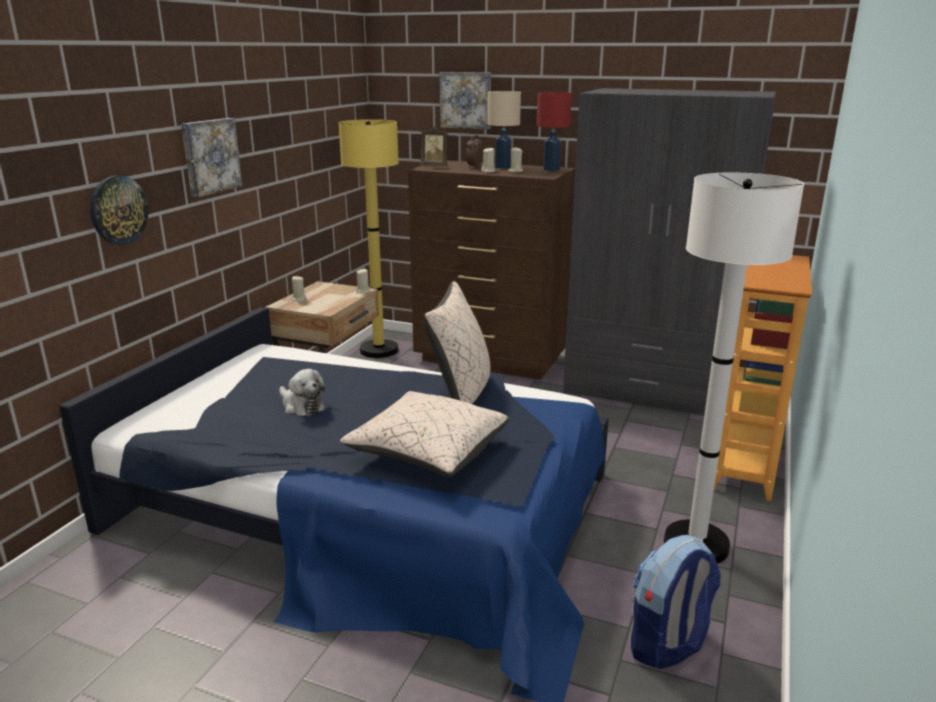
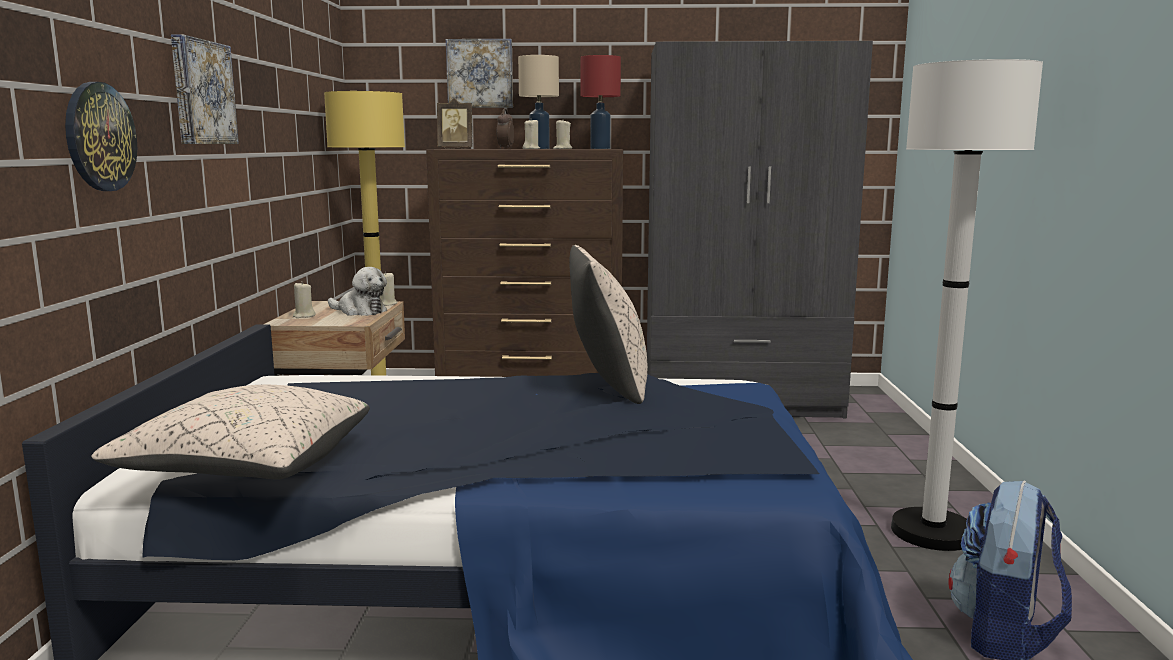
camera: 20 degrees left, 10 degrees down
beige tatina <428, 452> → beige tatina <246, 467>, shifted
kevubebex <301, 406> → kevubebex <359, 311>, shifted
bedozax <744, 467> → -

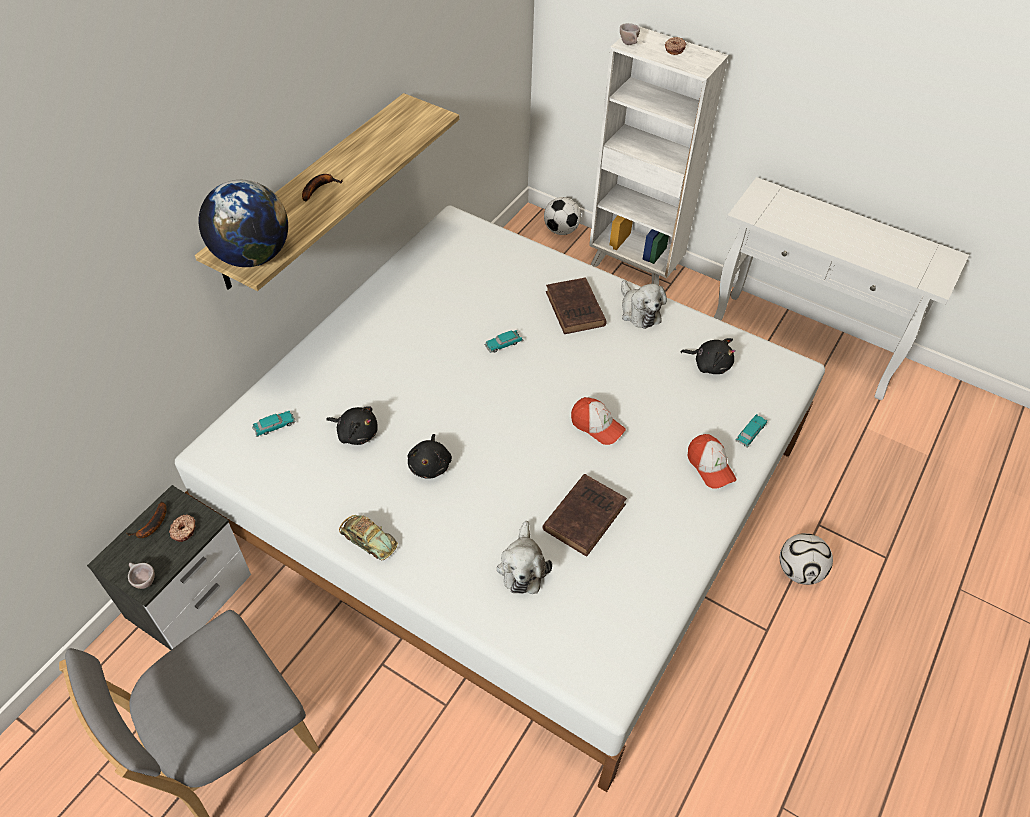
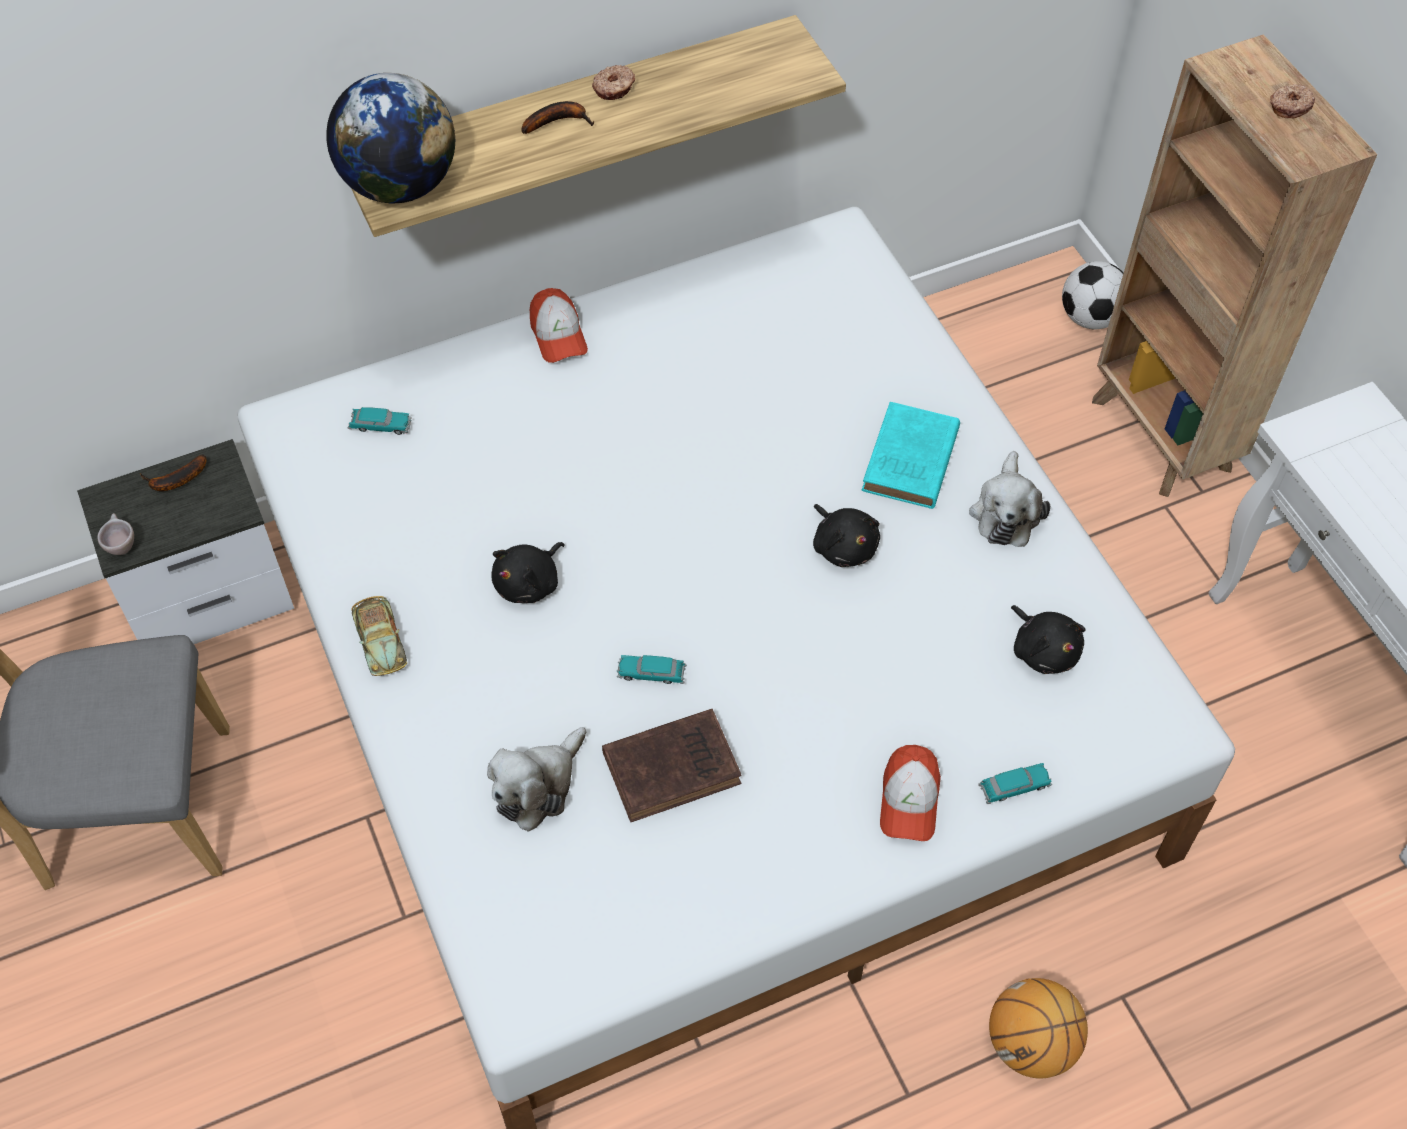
camera: 35 degrees right, 5 degrees up
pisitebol <597, 426> → pisitebol <558, 335>, shifted
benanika <184, 530> → benanika <614, 88>, shifted
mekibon <503, 344> → mekibon <651, 673>, shifted
black kevubebex <356, 433> → black kevubebex <843, 546>, shifted
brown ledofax <575, 310> → turquoise ledofax <909, 462>
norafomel <799, 571> → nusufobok <1031, 1044>
white bedozax <634, 268> → brown bedozax <1162, 437>
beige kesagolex <629, 44> → -

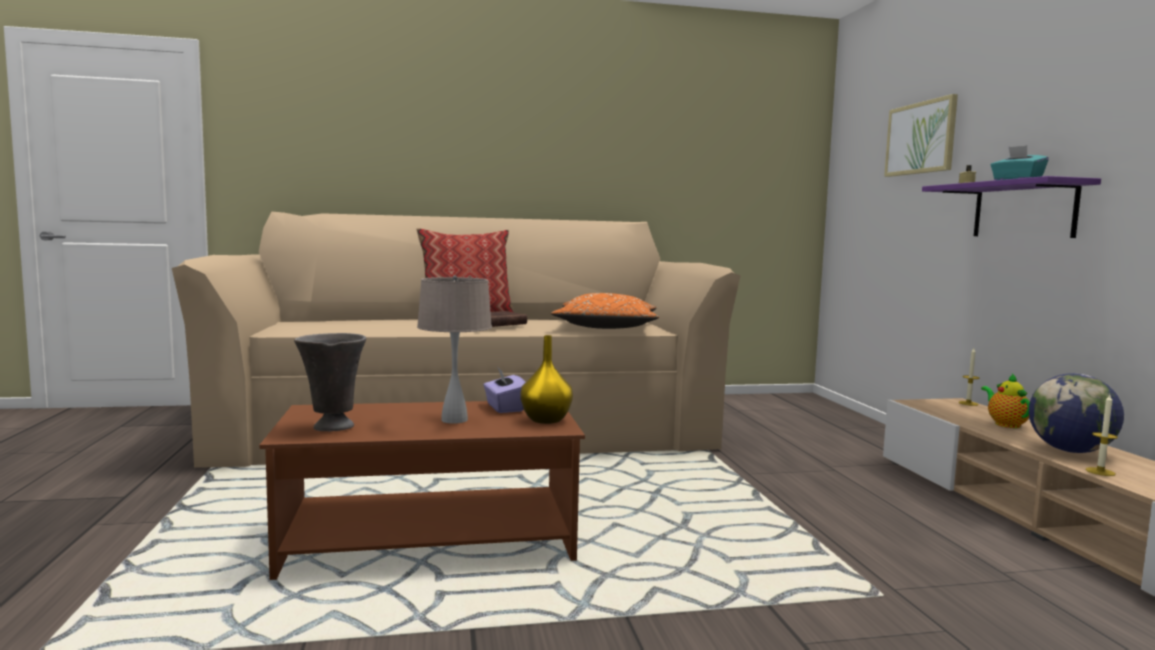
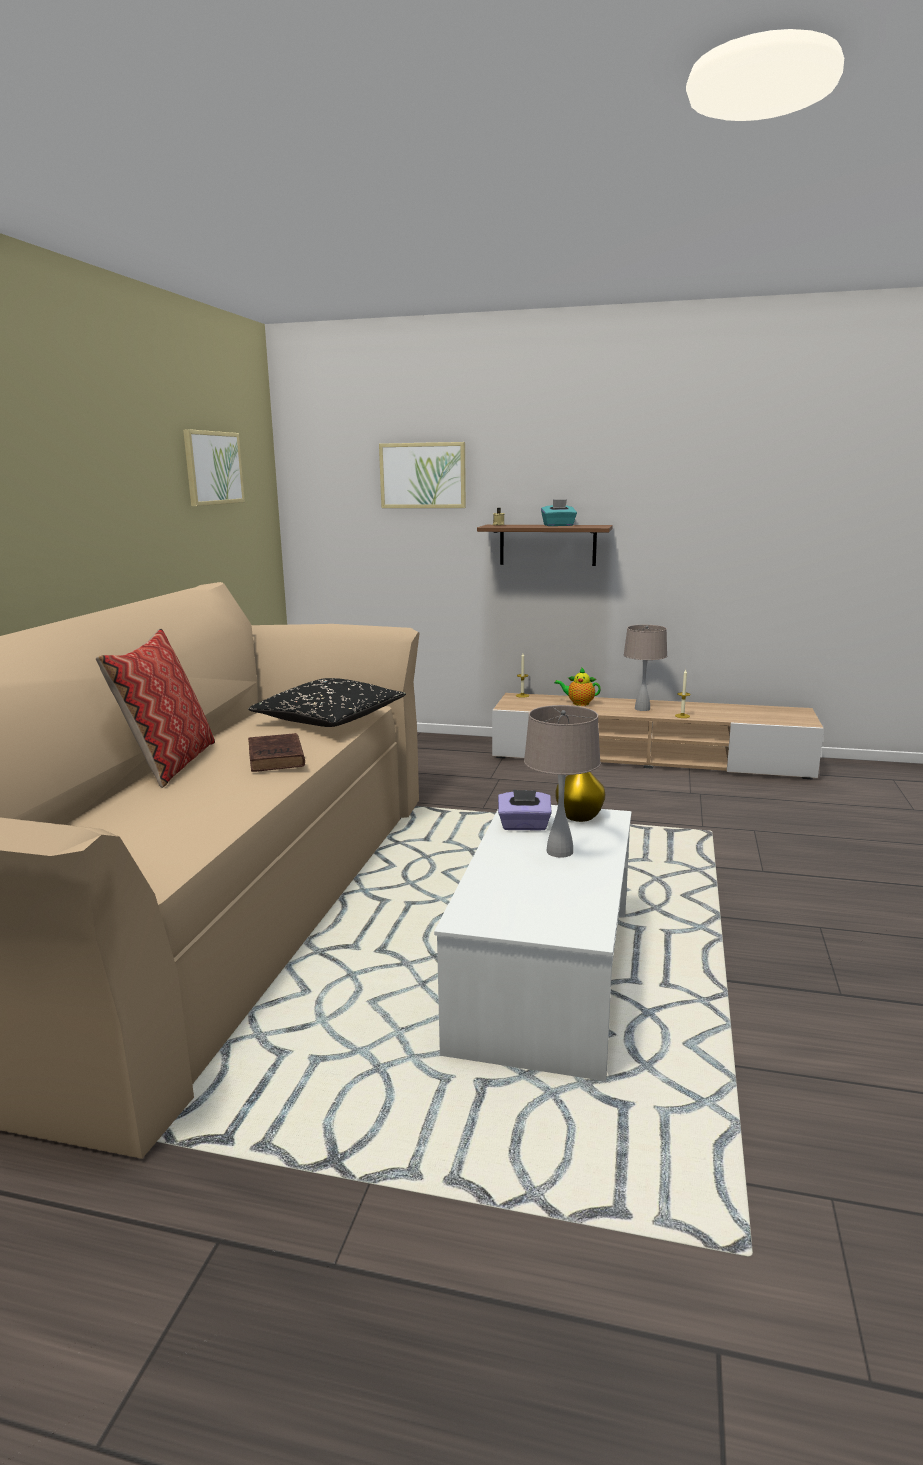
camera: 65 degrees left, 10 degrees up
- → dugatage <213, 468>
orange tatina <606, 327> → black tatina <329, 720>
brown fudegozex <431, 539> → white fudegozex <545, 976>
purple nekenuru <1023, 210> → brown nekenuru <547, 545>
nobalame <1070, 451> → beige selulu <642, 709>
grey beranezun <332, 427> → -

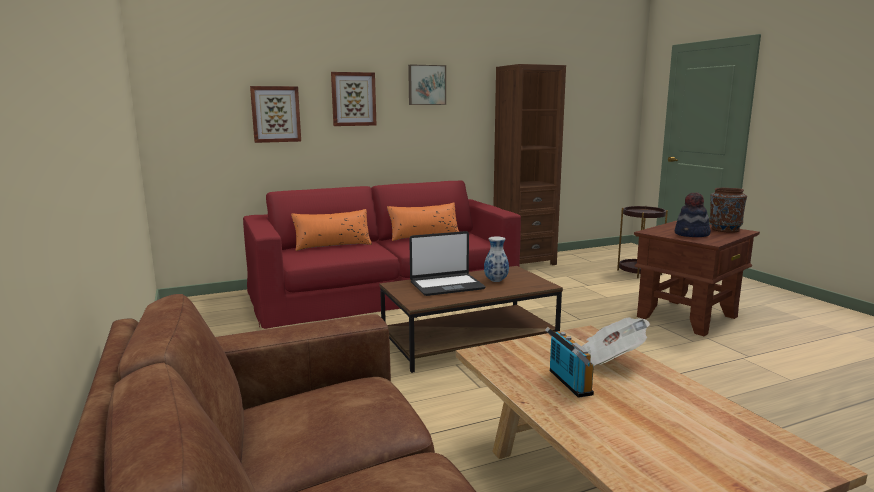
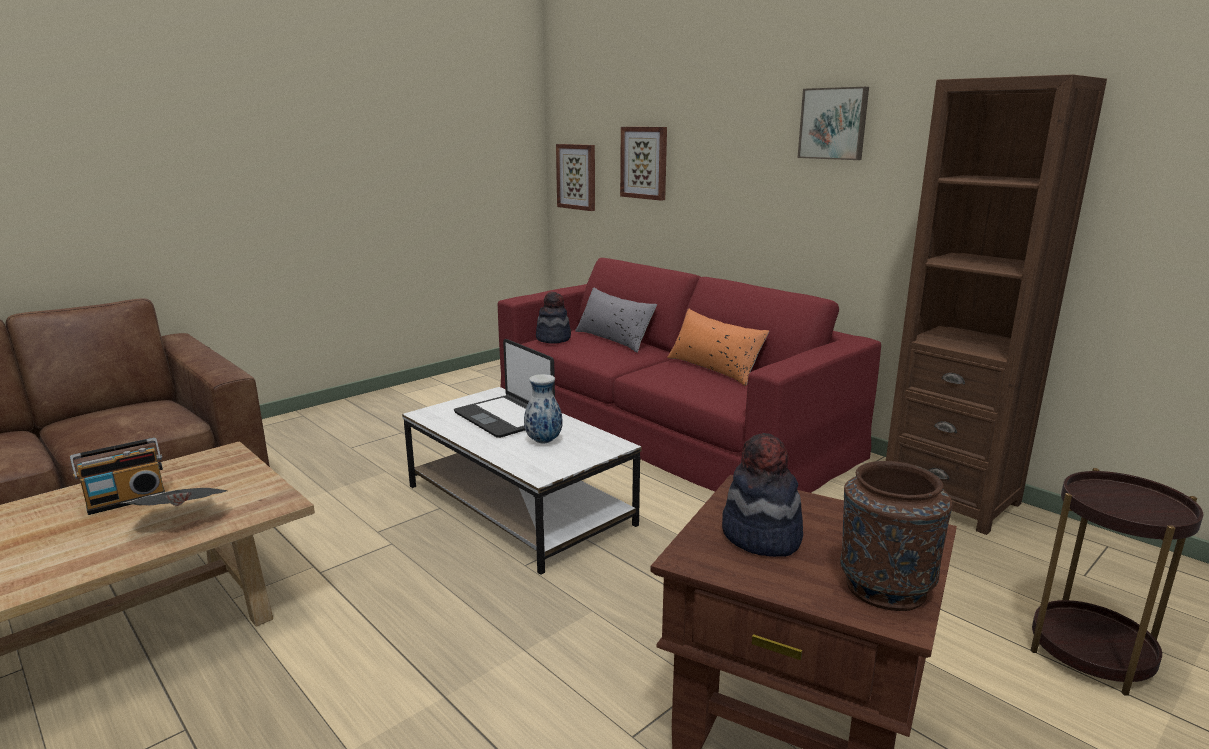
camera: 70 degrees right, 5 degrees up
brown fudegozex <470, 340> → white fudegozex <520, 505>
- → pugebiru <553, 338>
dugatage <353, 99> → dugatage <577, 176>, shifted
orange tatina <332, 245> → grey tatina <614, 339>

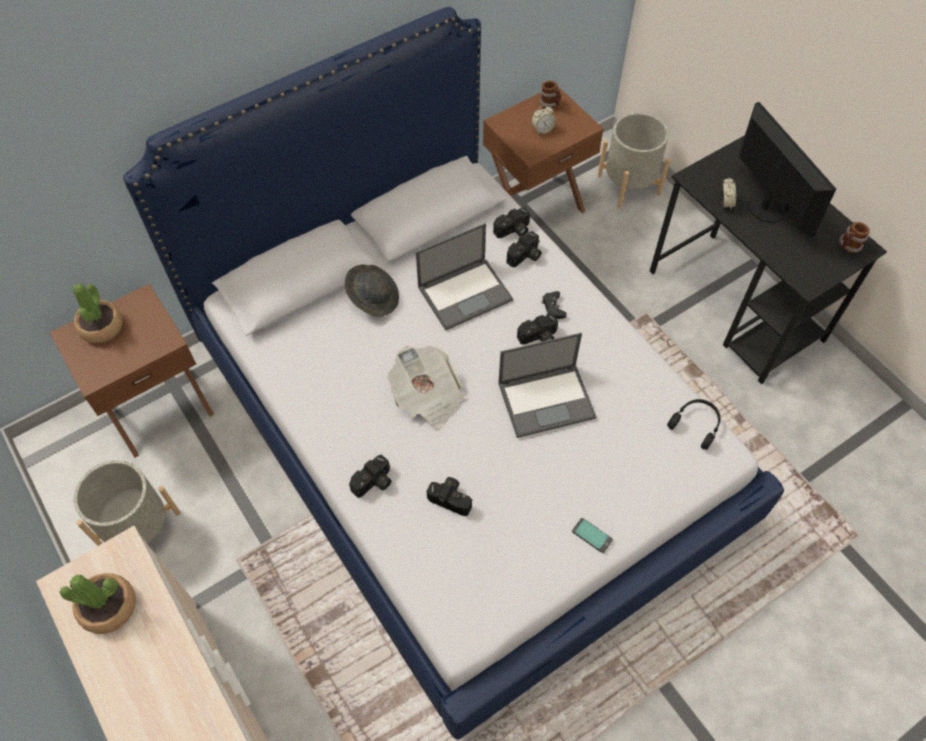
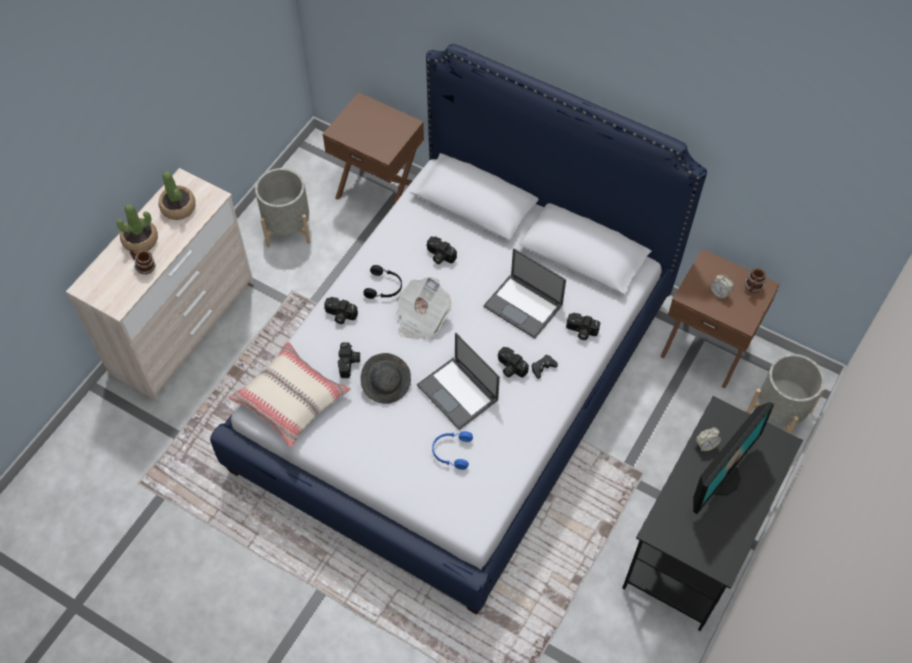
camera: 65 degrees right, 0 degrees up
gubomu <102, 327> → gubomu <140, 240>, shifted
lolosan <848, 247> → lolosan <144, 267>, shifted
- → beige tatina <291, 399>
grey pugebiru <373, 298> → grey pugebiru <386, 384>, shifted
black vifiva <696, 424> → black vifiva <384, 287>, shifted
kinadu <513, 231> → kinadu <439, 256>, shifted
- → blue vifiva <451, 451>
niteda <592, 535> → -

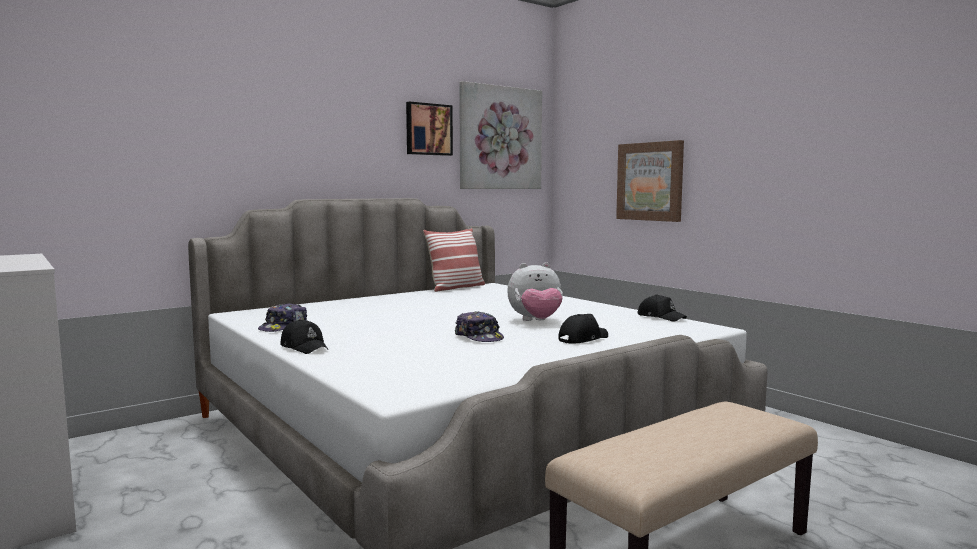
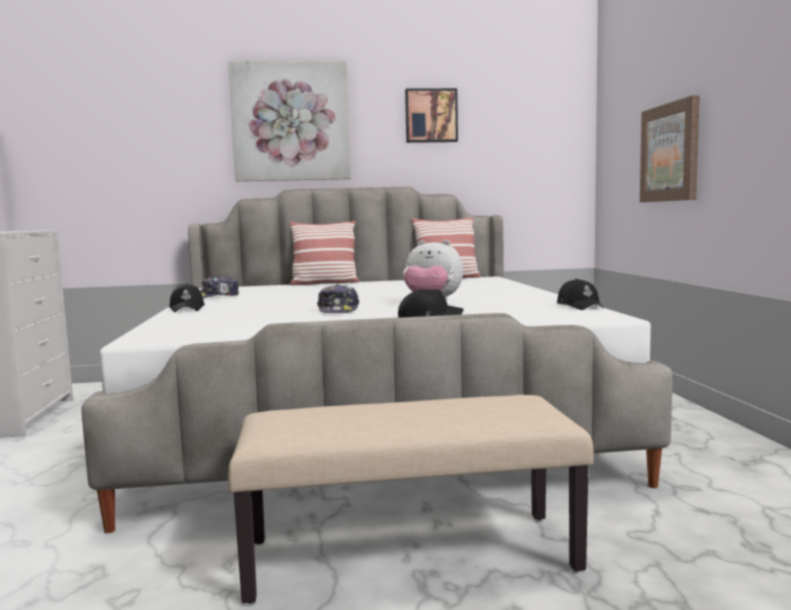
camera: 30 degrees right, 0 degrees up
dugatage <500, 138> → dugatage <291, 122>, shifted
- → tatina <324, 283>

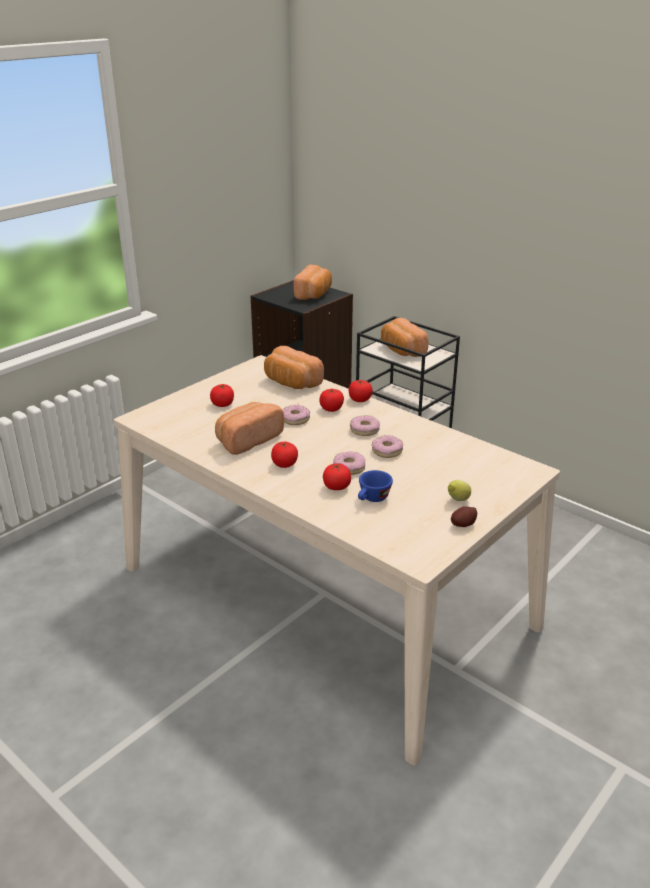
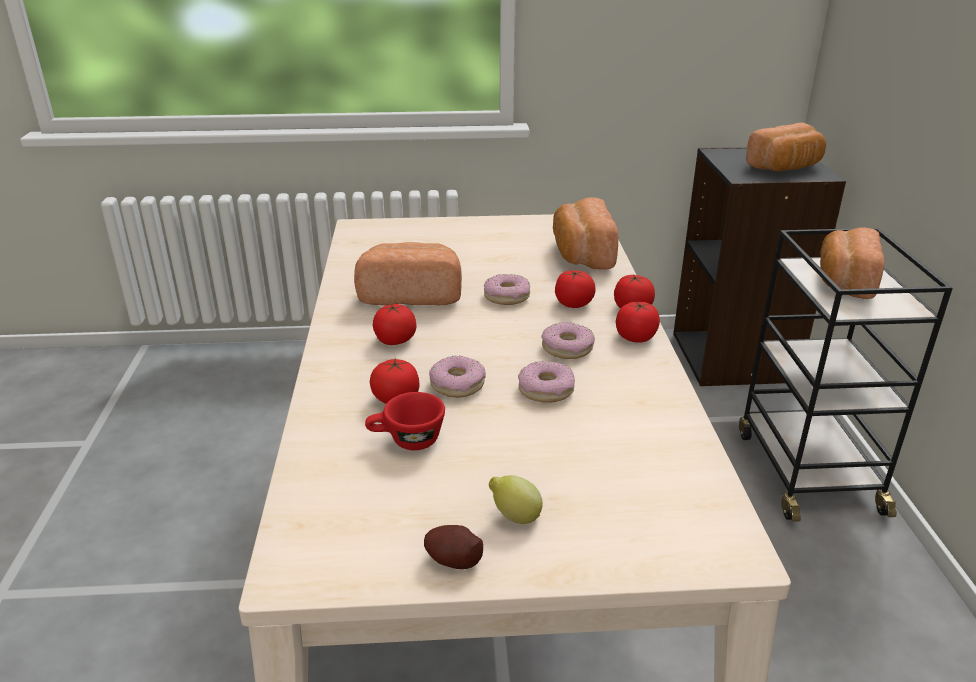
camera: 45 degrees right, 0 degrees up
blue kesagolex <372, 499> → red kesagolex <406, 441>
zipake <222, 404> → zipake <636, 337>, shifted

